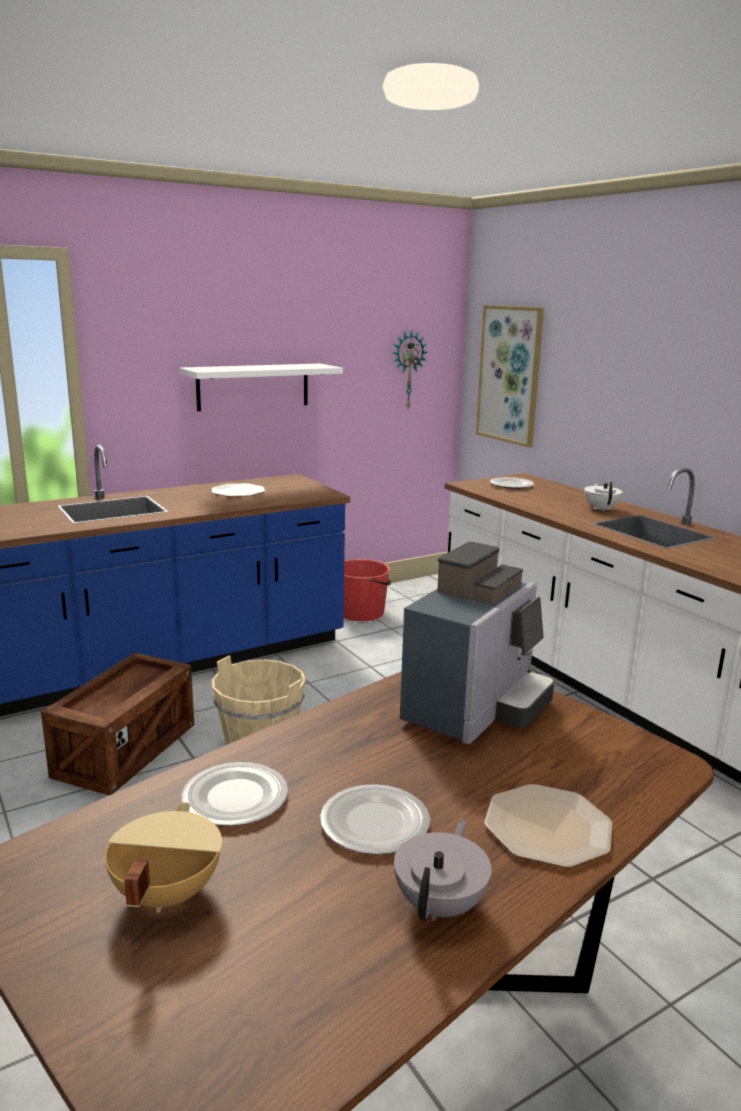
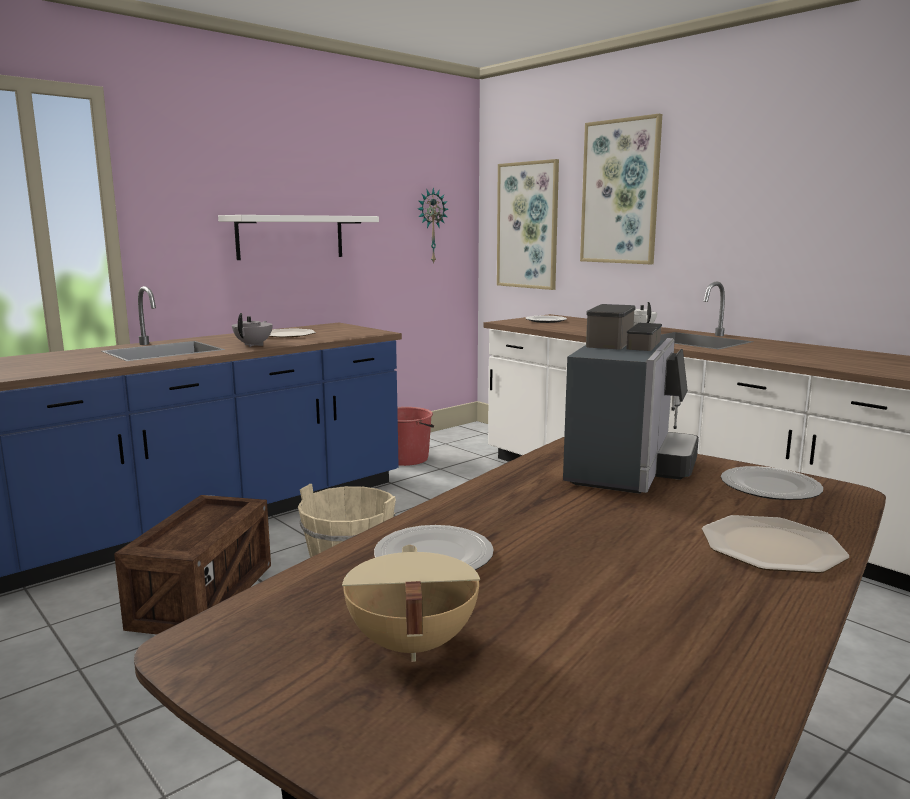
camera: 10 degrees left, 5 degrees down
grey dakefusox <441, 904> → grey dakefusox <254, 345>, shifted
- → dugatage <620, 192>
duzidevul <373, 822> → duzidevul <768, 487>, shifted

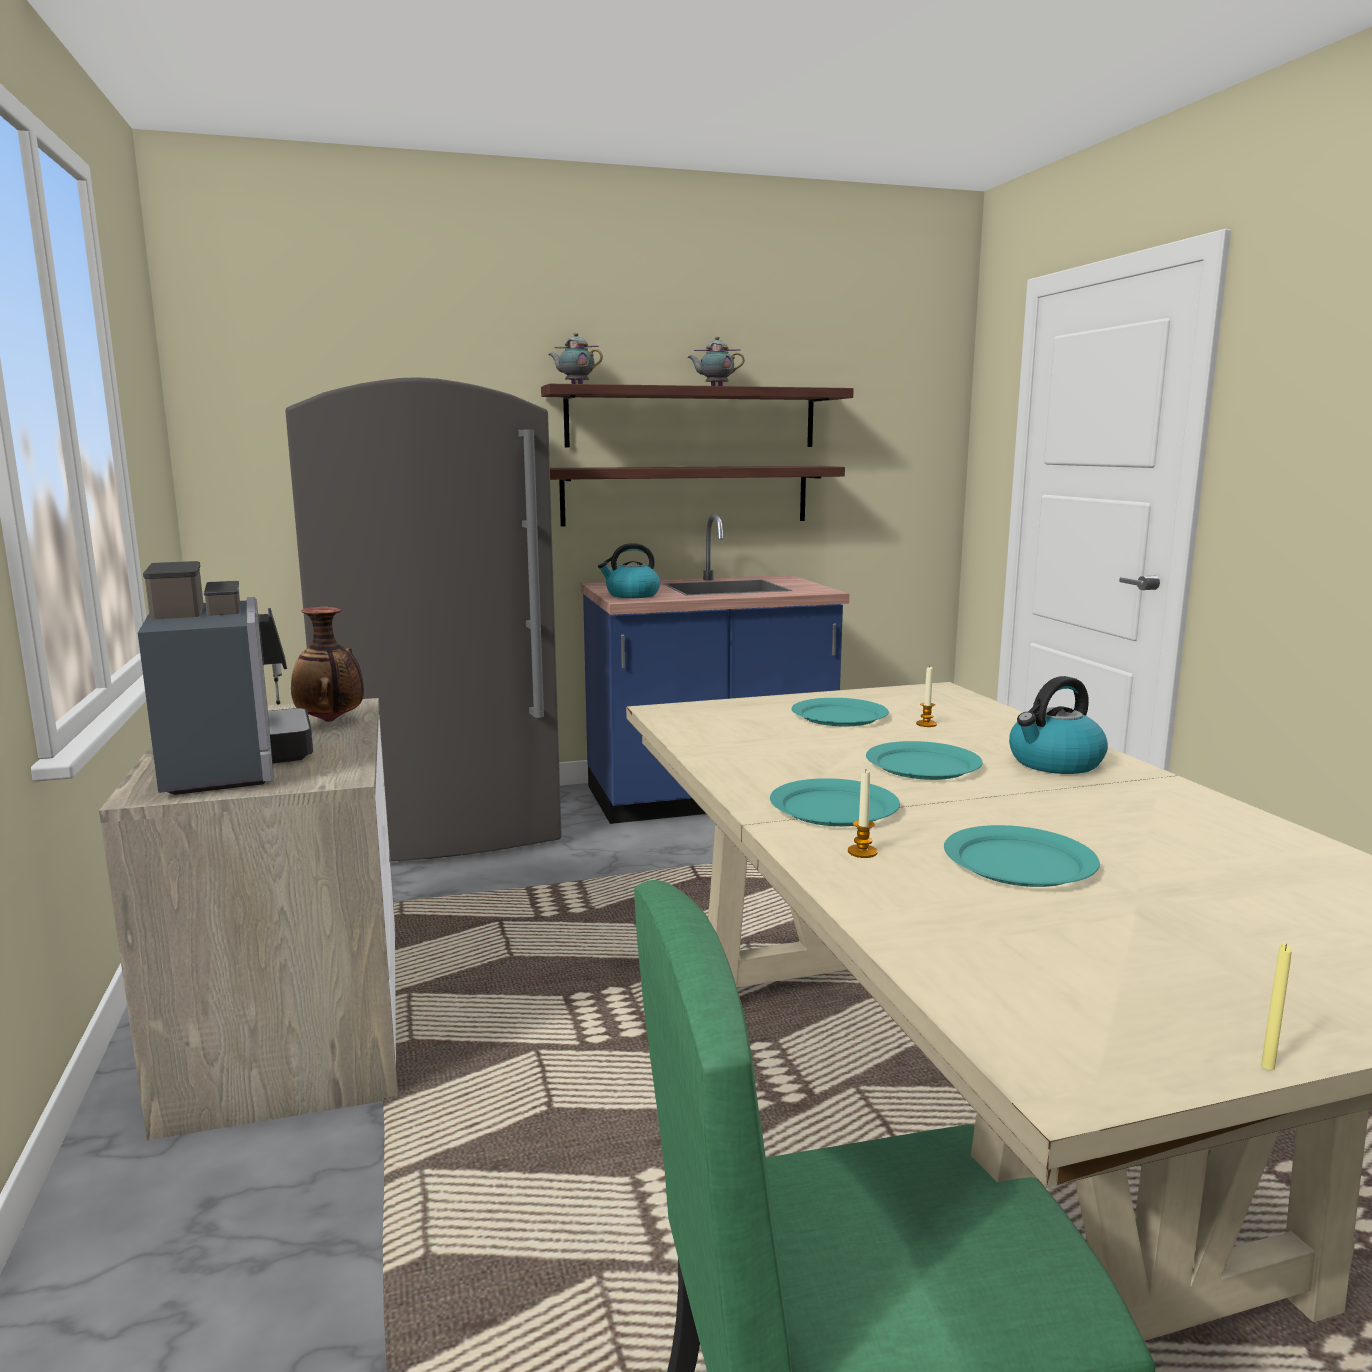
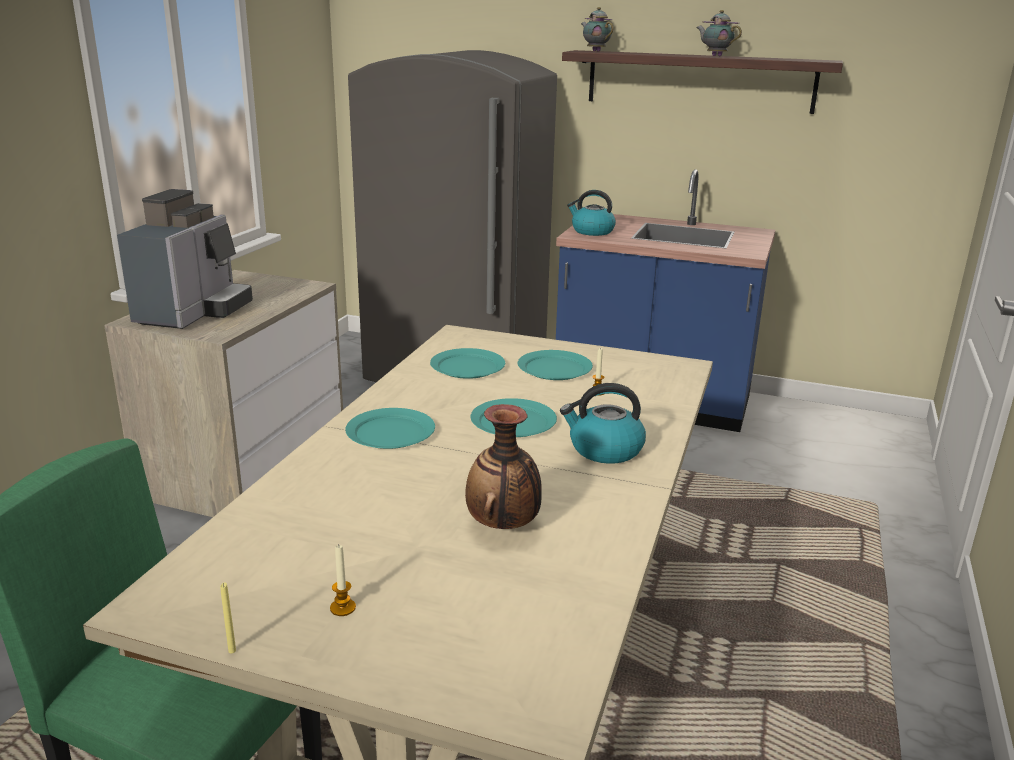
camera: 35 degrees right, 10 degrees up
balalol <862, 852> → balalol <343, 608>, shifted
turquoise duzidevul <1018, 863> → turquoise duzidevul <467, 367>, shifted
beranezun <331, 721> → beranezun <504, 526>, shifted
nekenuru <686, 495> → -

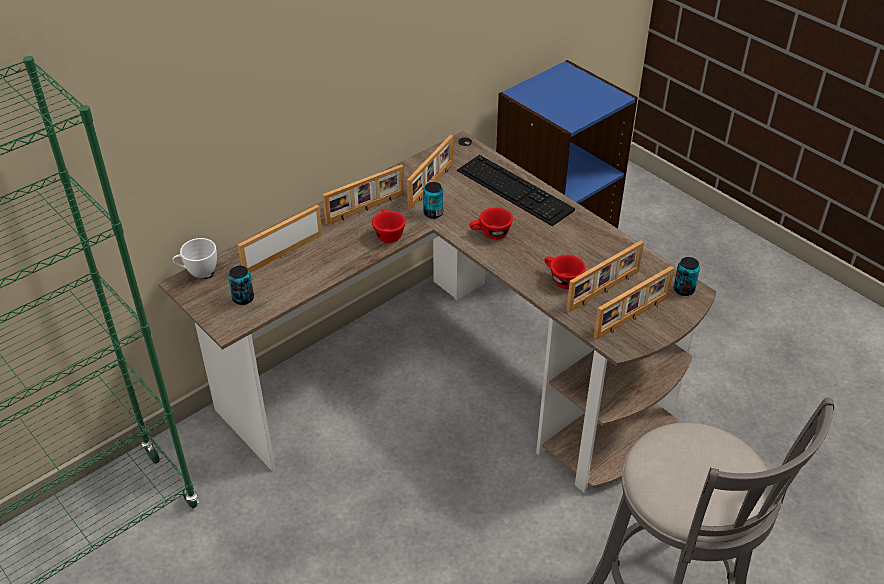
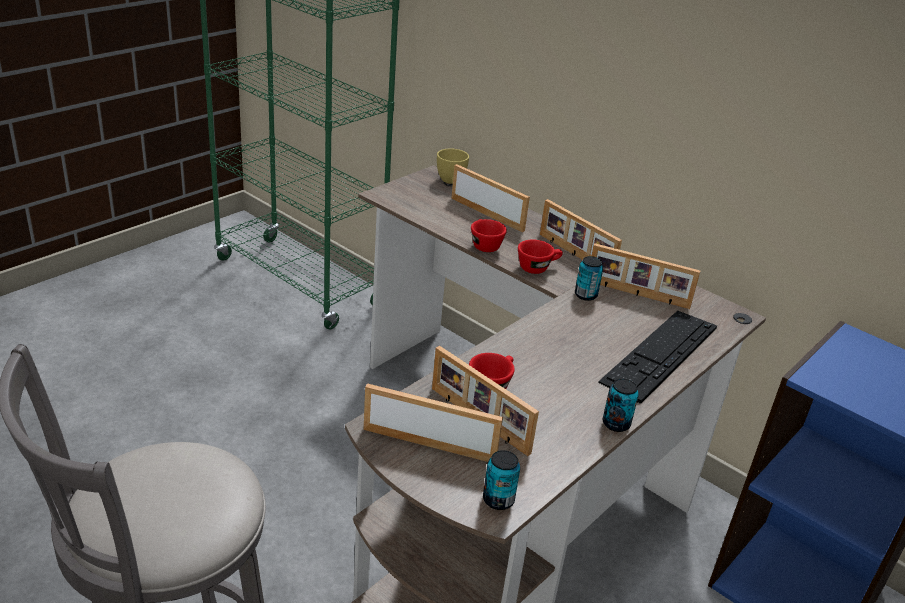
camera: 80 degrees right, 10 degrees down
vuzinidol <632, 318> → vuzinidol <429, 443>, 150 degrees clockwise
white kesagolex <198, 272> → yellow kesagolex <449, 178>
red kesagolex <490, 234> → red kesagolex <484, 245>, shifted
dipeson <243, 298> → dipeson <616, 424>, shifted

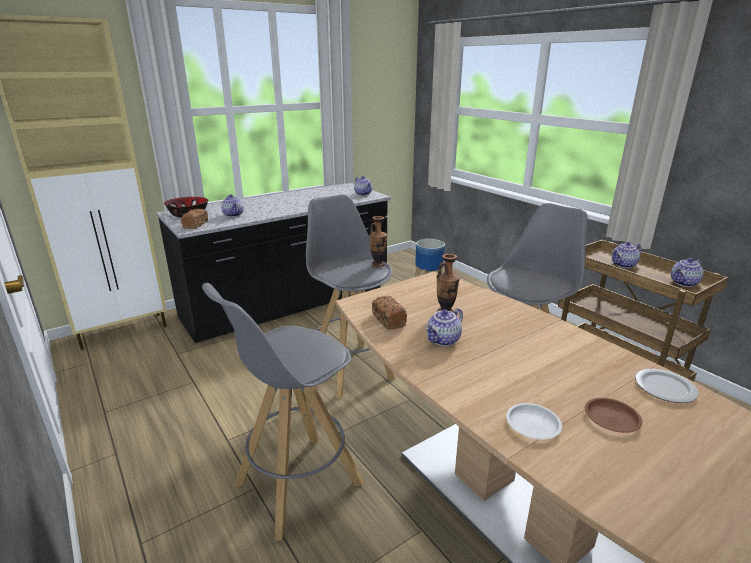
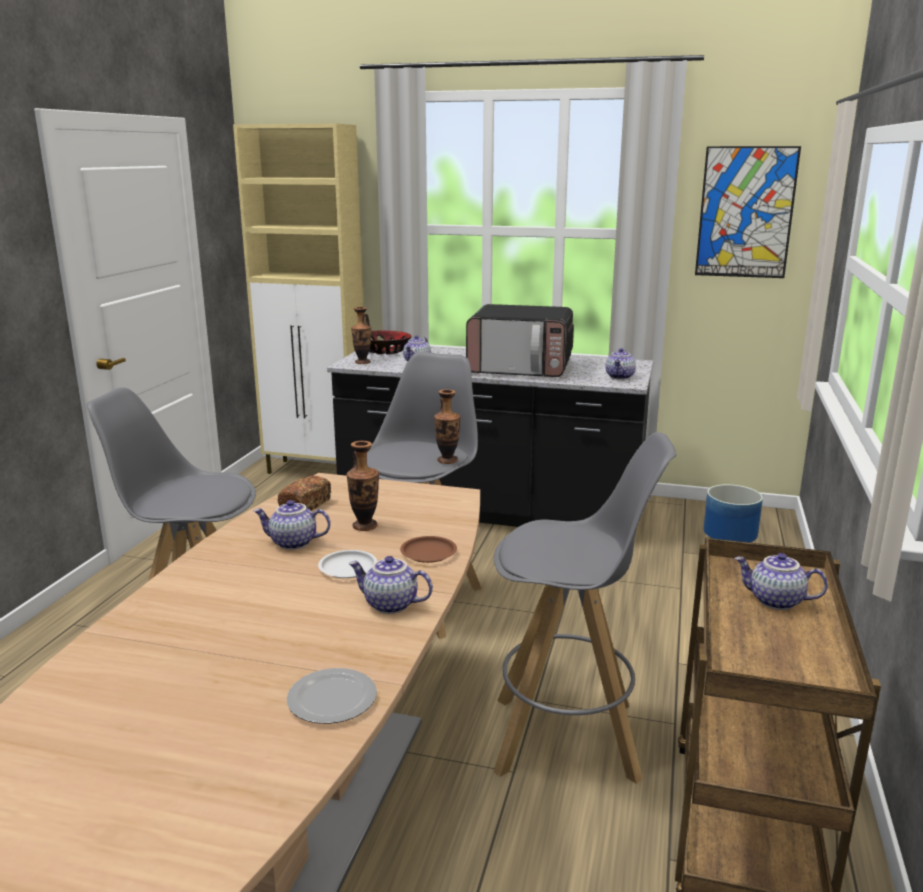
camera: 50 degrees right, 5 degrees down
white duzidevul <533, 425> → white duzidevul <347, 568>, shifted
dakefusox <684, 283> → dakefusox <389, 605>, shifted
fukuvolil <195, 224> → beranezun <362, 362>
brown duzidevul <612, 418> → brown duzidevul <428, 553>, shifted
- → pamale <521, 368>
- → dugatage <745, 213>

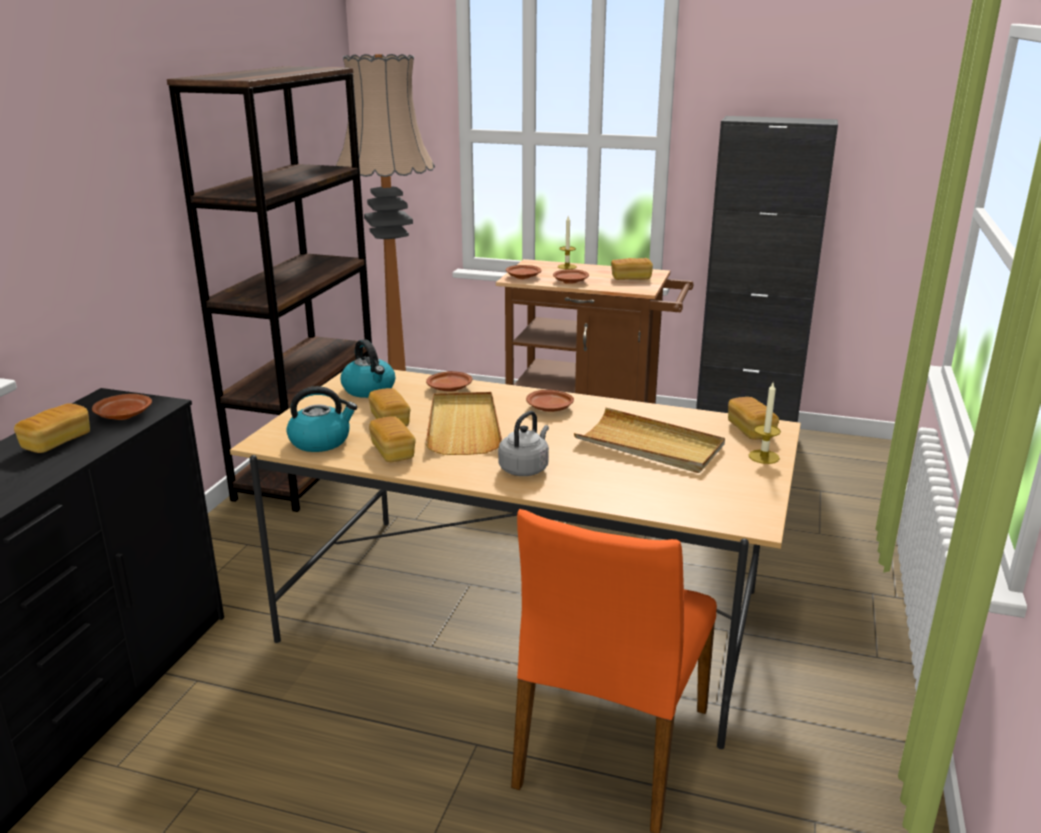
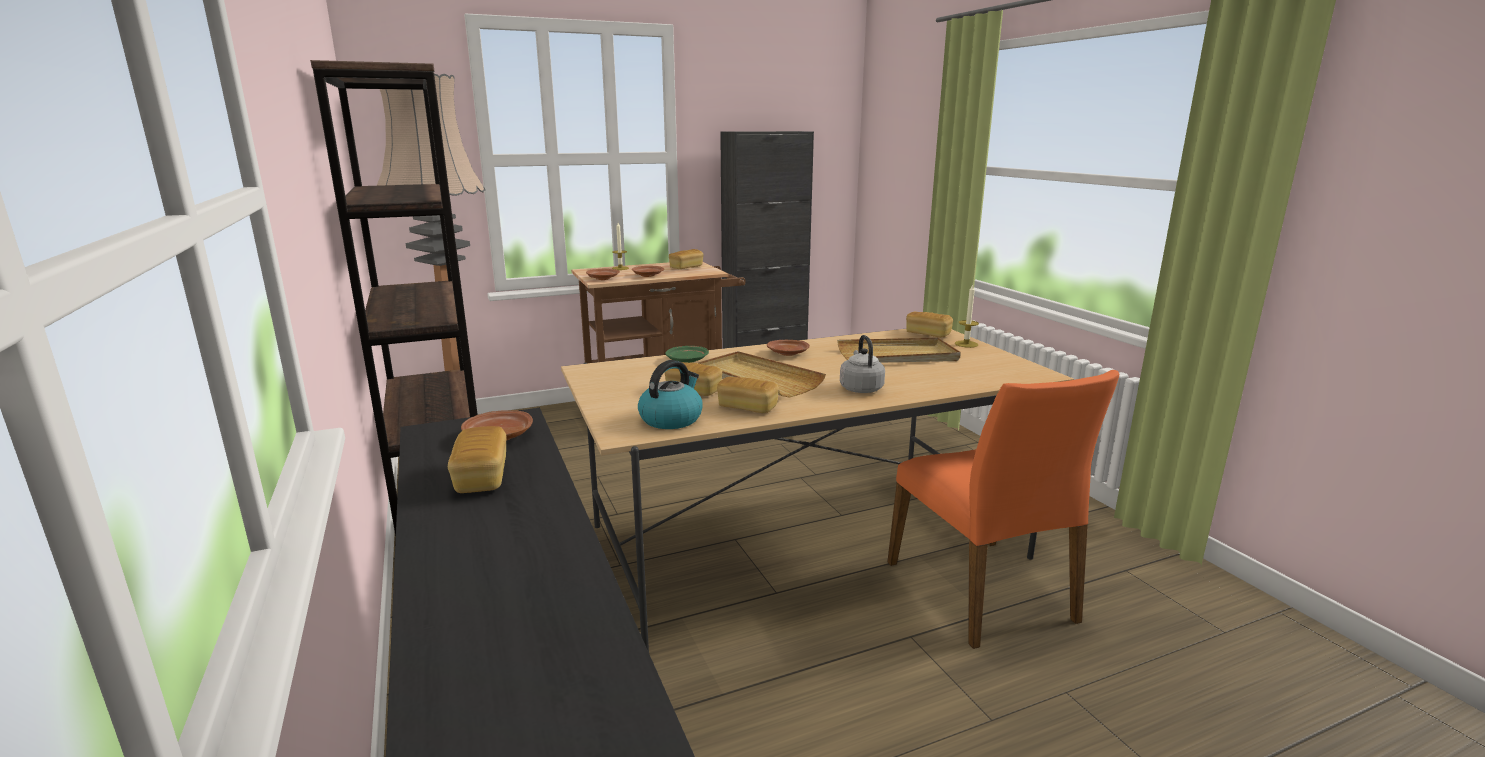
camera: 40 degrees left, 5 degrees down
brown duzidevul <450, 388> → green duzidevul <687, 360>
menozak <369, 390> → -

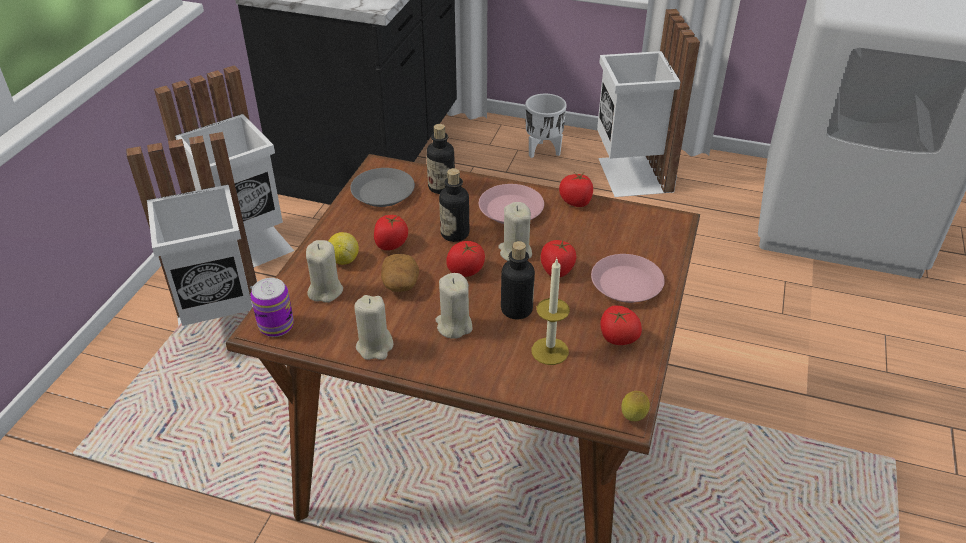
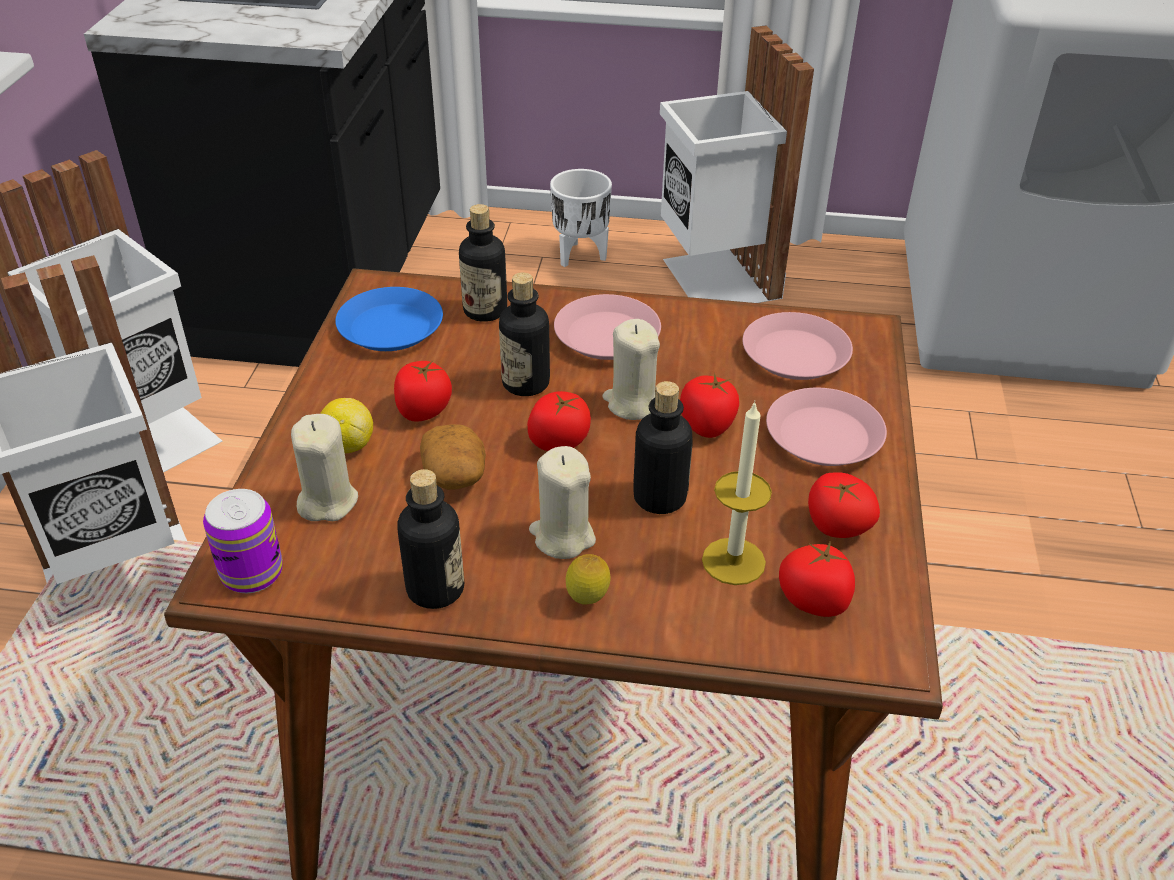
camera: 10 degrees left, 0 degrees up
grey duzidevul <383, 193> → blue duzidevul <391, 328>
beige balalol <375, 346> → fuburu <435, 589>
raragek <633, 419> → raragek <587, 601>, shifted
- → pink duzidevul <795, 354>
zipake <576, 201> → zipake <814, 600>, shifted

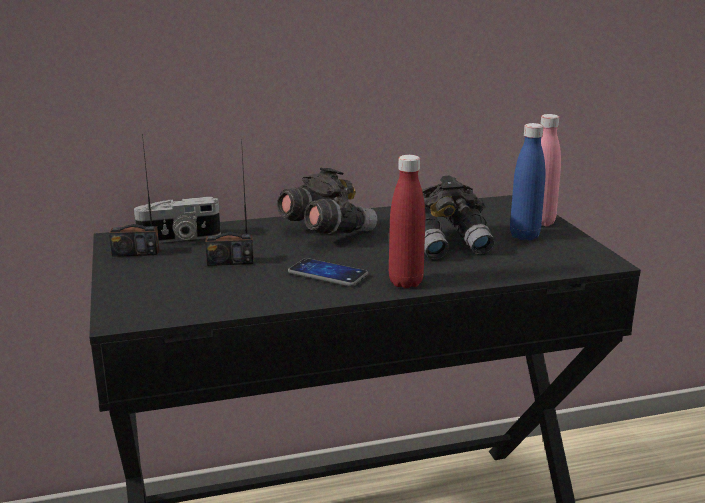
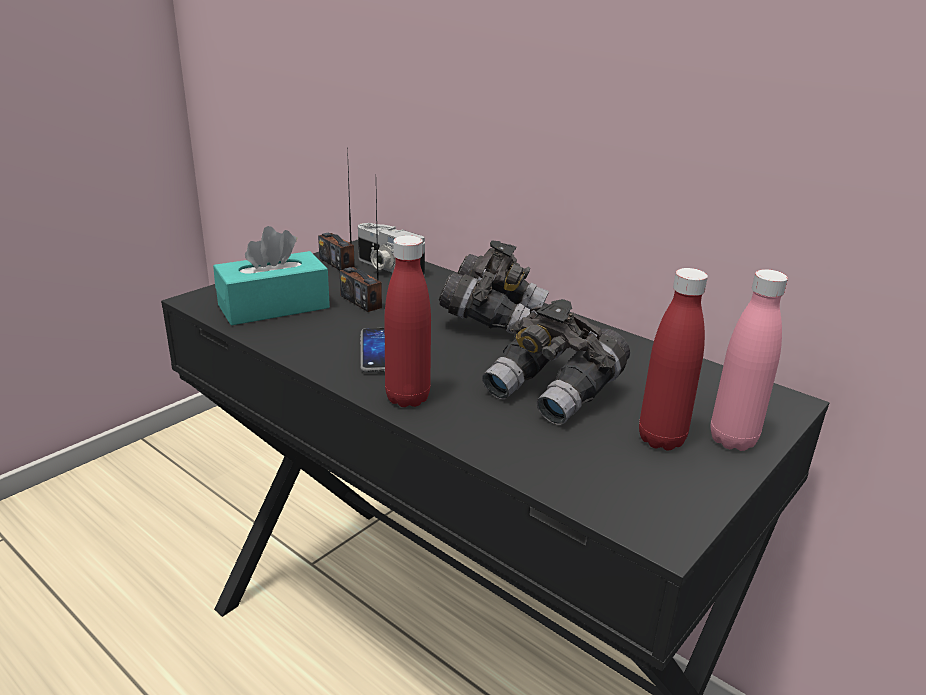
camera: 55 degrees right, 5 degrees up
- → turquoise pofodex <274, 306>
blue fuburu <524, 236> → red fuburu <661, 439>

